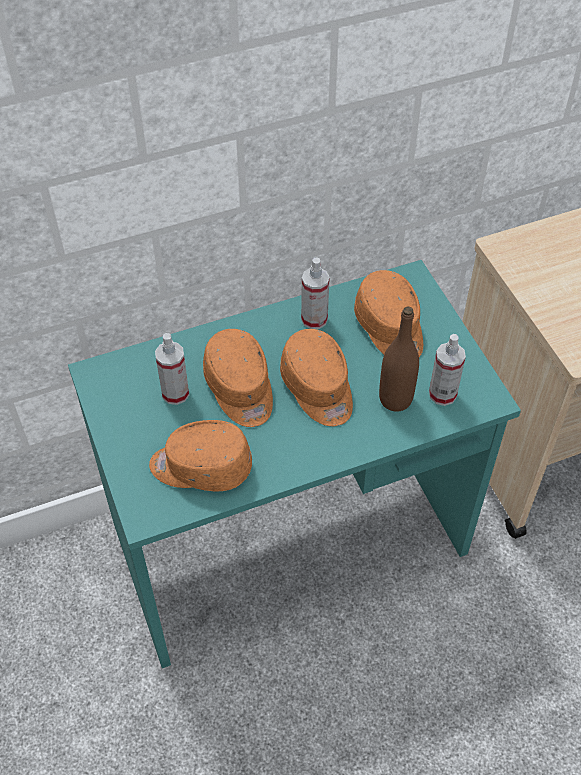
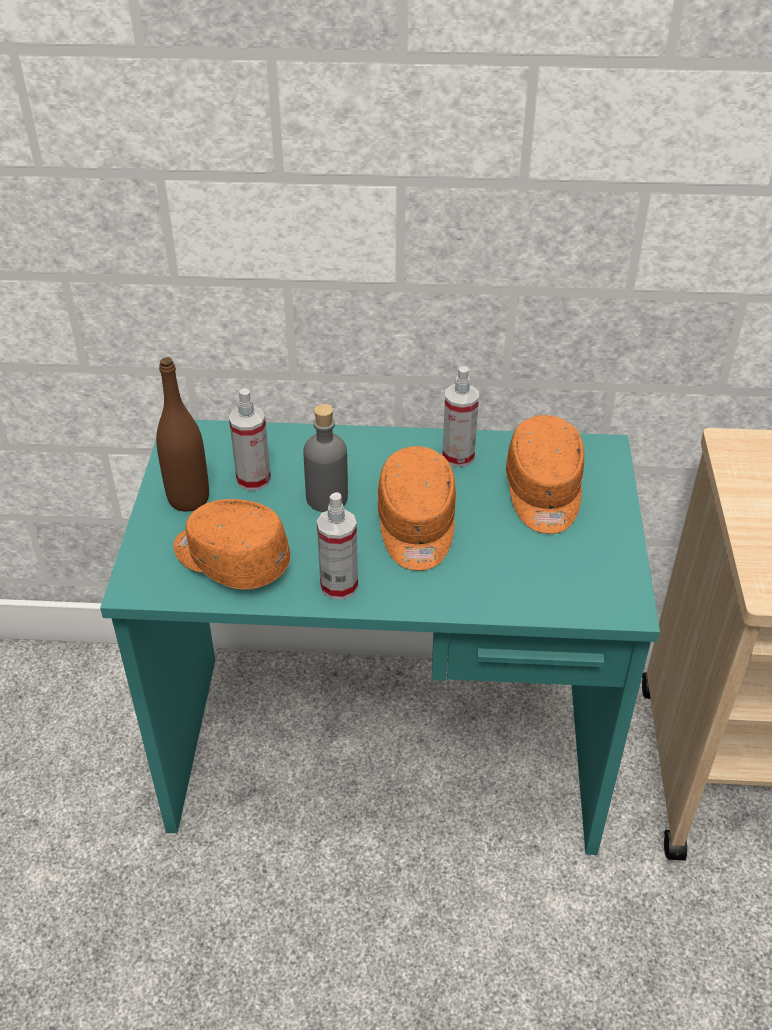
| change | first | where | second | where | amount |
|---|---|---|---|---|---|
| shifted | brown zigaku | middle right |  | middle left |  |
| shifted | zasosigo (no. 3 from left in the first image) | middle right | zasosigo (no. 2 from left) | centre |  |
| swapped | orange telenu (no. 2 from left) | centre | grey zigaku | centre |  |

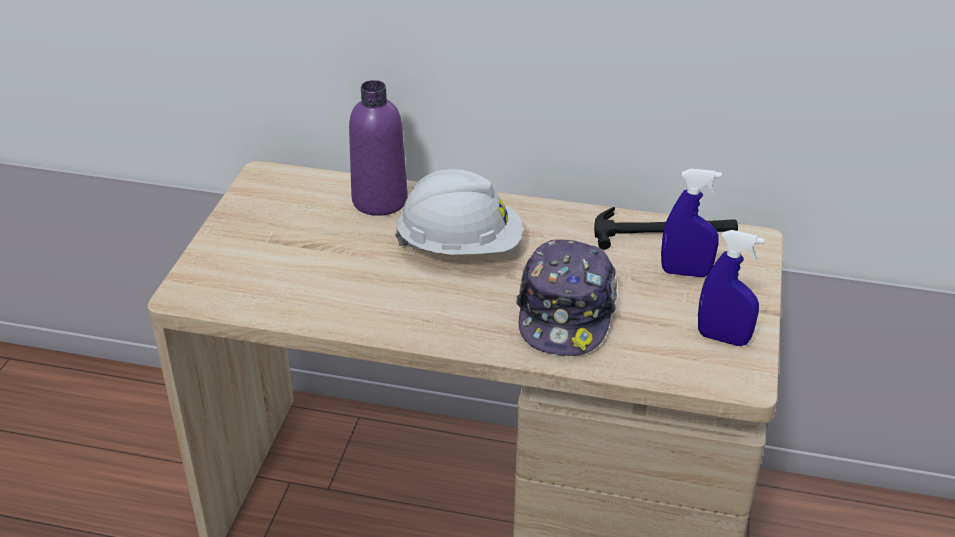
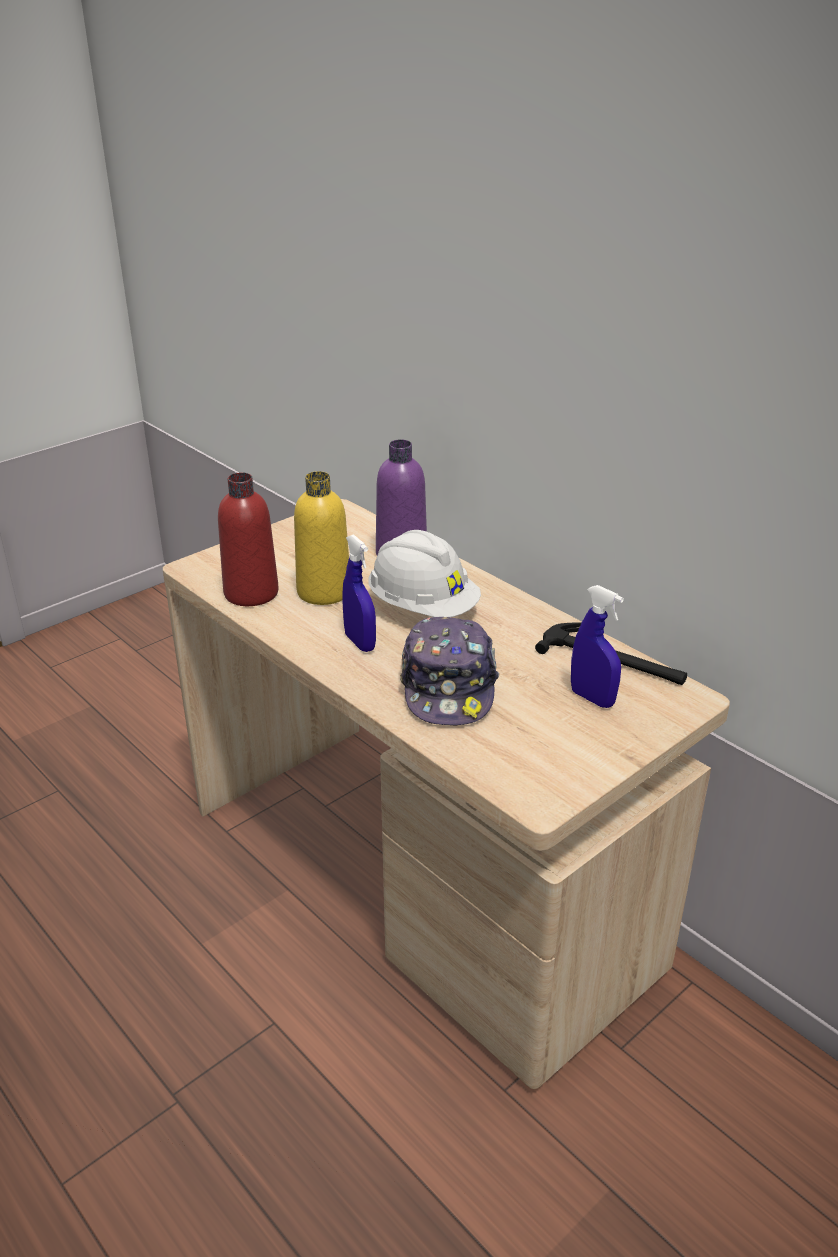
| change | first | where | second | where | amount |
|---|---|---|---|---|---|
| new |  |  | red zigaku | middle left |  |
| new |  |  | yellow zigaku | centre |  |
| shifted | blue zasosigo (no. 2 from left in the first image) | middle right | blue zasosigo (no. 1 from left) | centre |  |
| rotated | telenu | centre |  | centre | 45 degrees counterclockwise |

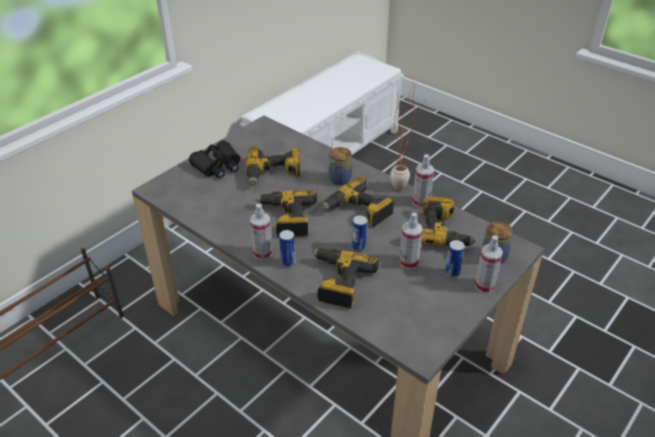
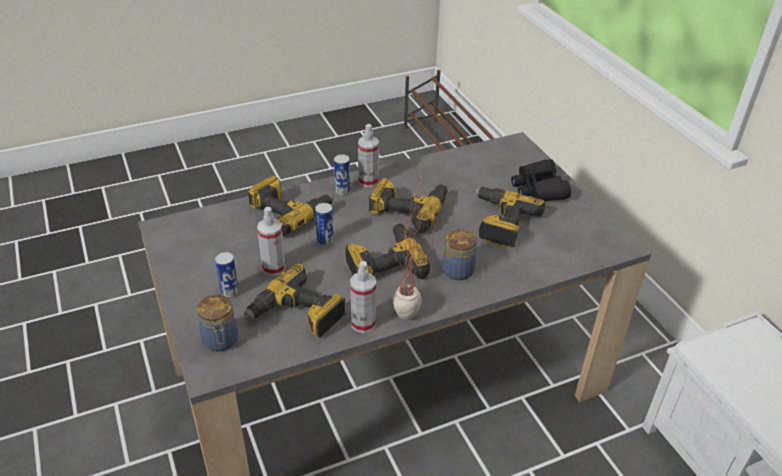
| change | first | where | second | where | amount |
|---|---|---|---|---|---|
| gone | zasosigo (no. 4 from left) | middle right |  |  |  |

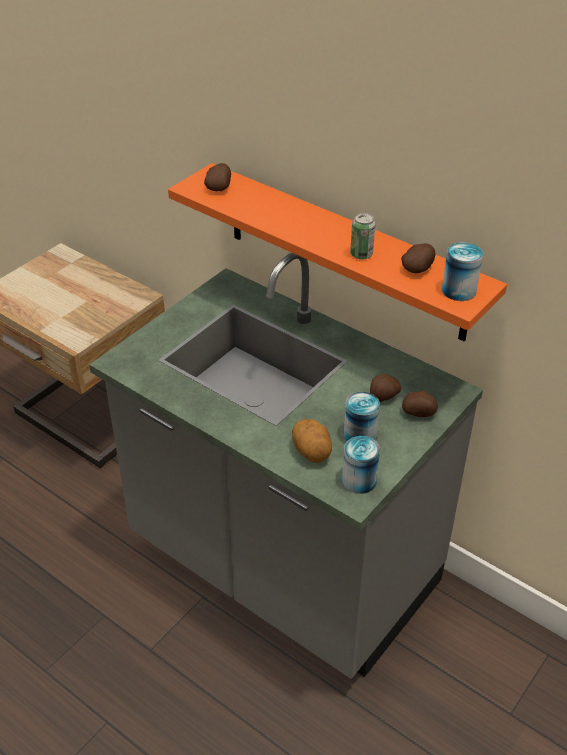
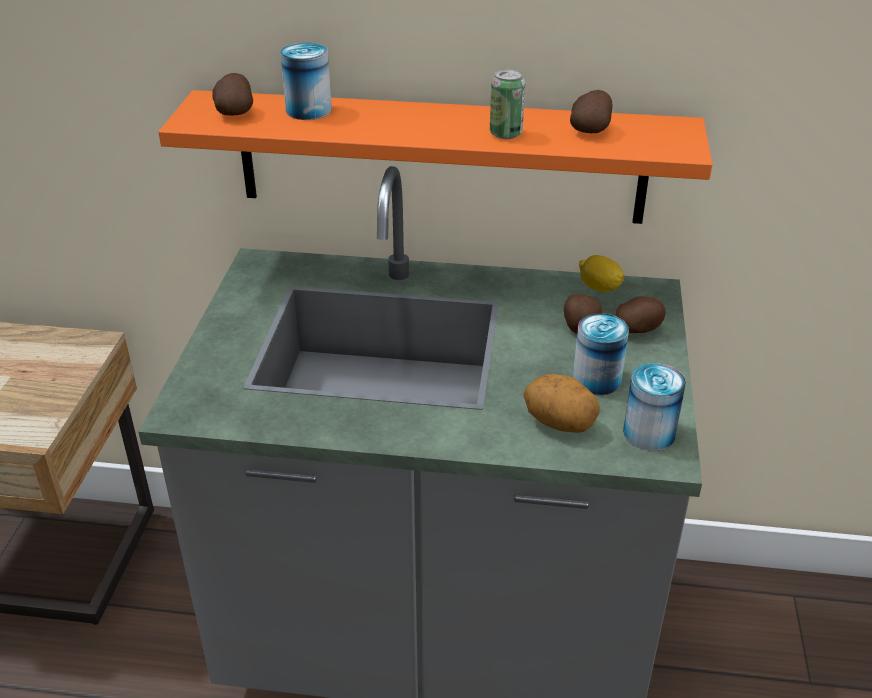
| change | first | where | second | where | amount |
|---|---|---|---|---|---|
| new |  |  | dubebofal | middle right |  |
| shifted | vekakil (no. 4 from left in the first image) | middle right | vekakil (no. 1 from left) | top centre |  |

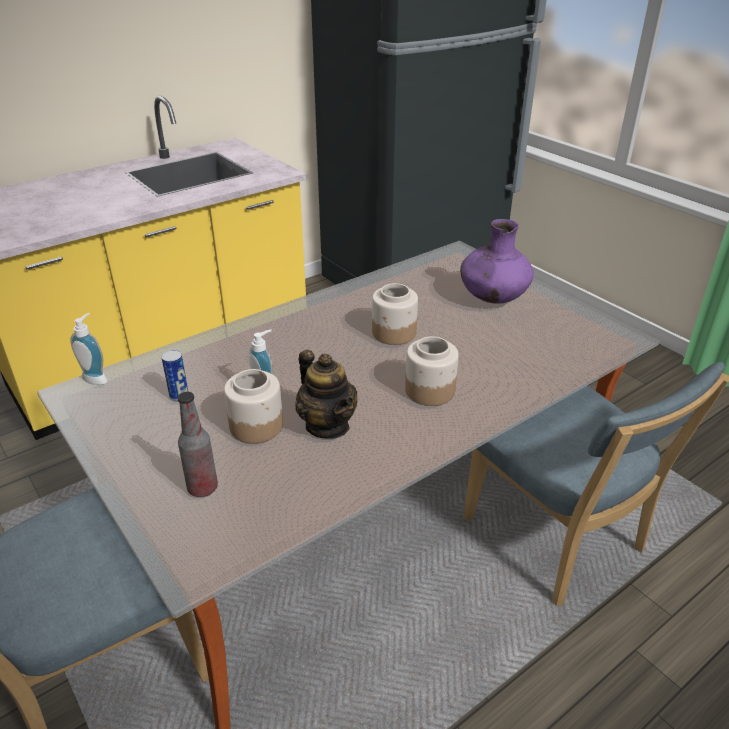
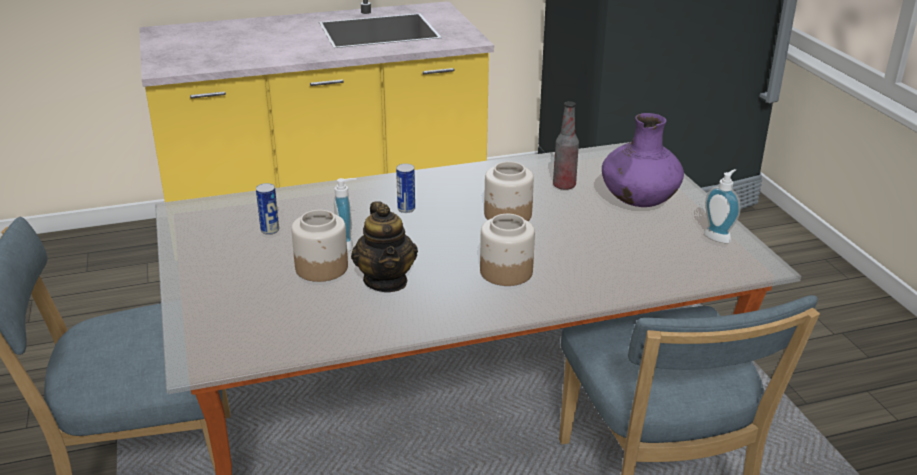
| change | first | where | second | where | amount |
|---|---|---|---|---|---|
| new |  |  | vekakil (no. 2 from left) | centre |  |
| shifted | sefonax (no. 1 from left in the first image) | middle left | sefonax (no. 2 from left) | middle right |  |
| shifted | zigaku | middle left |  | top centre |  |

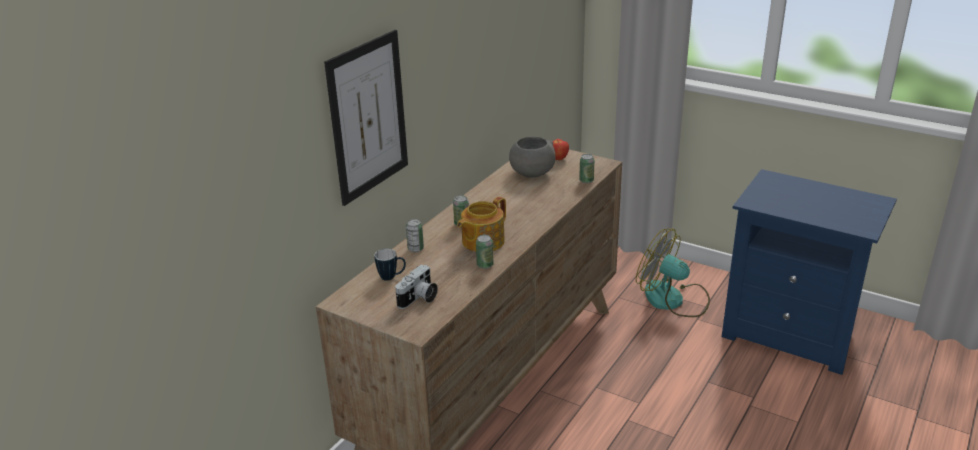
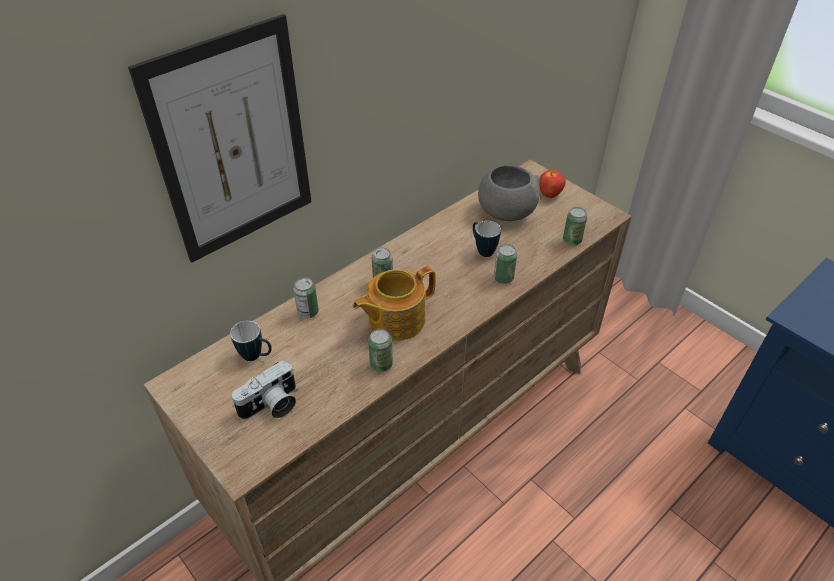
| change | first | where | second | where | amount |
|---|---|---|---|---|---|
| gone | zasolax | middle right |  |  |  |
| new |  |  | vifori (no. 2 from left) | centre |  |
| new |  |  | vekakil (no. 4 from left) | centre |  |

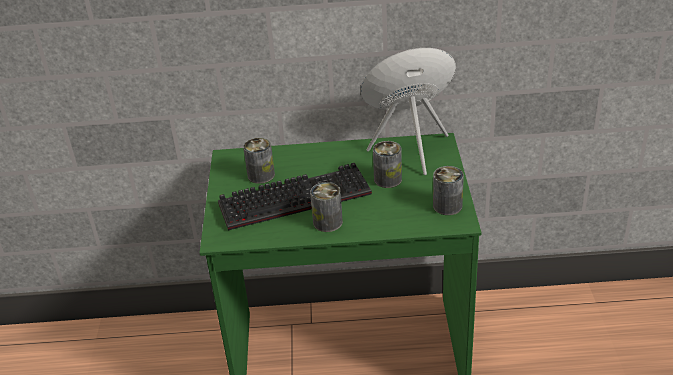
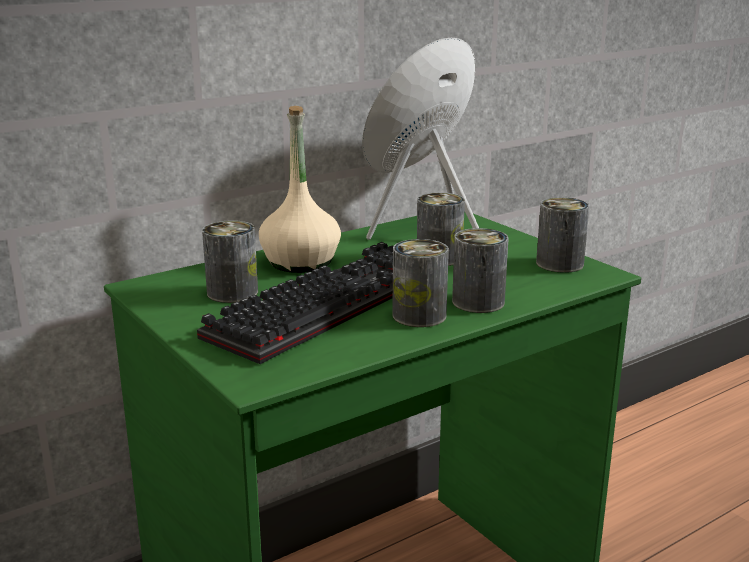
| change | first | where | second | where | amount |
|---|---|---|---|---|---|
| new |  |  | beige zigaku | centre |  |
| new |  |  | vekakil (no. 4 from left) | centre |  |

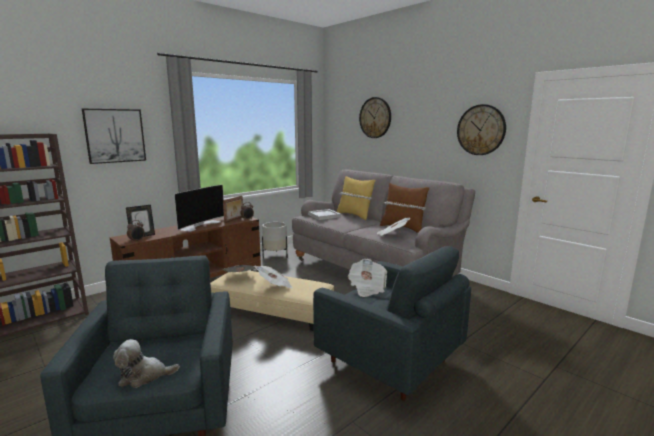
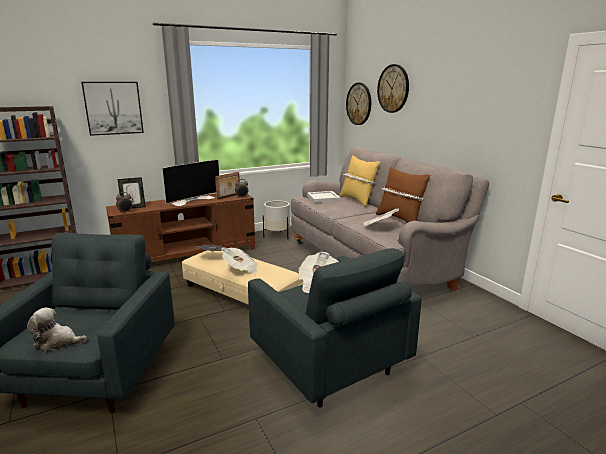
| change | first | where | second | where | amount |
|---|---|---|---|---|---|
| shifted | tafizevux (no. 2 from left in the first image) | top right | tafizevux (no. 1 from left) | top centre |  |

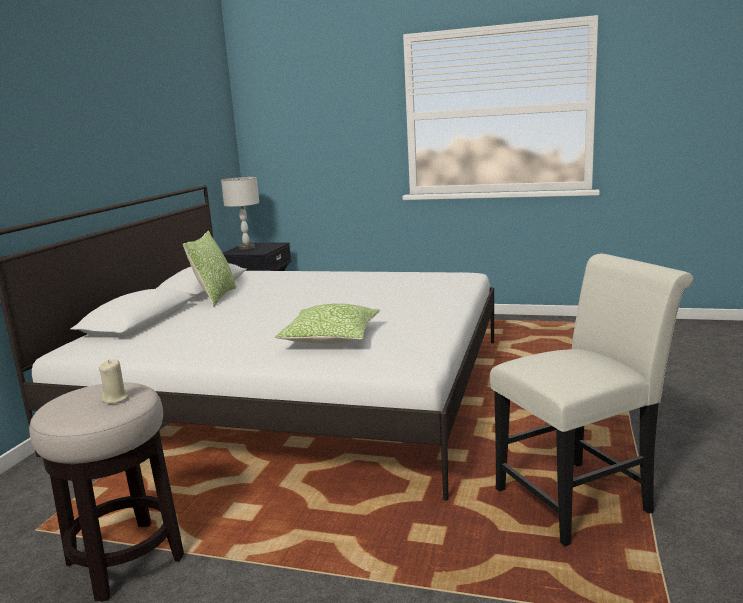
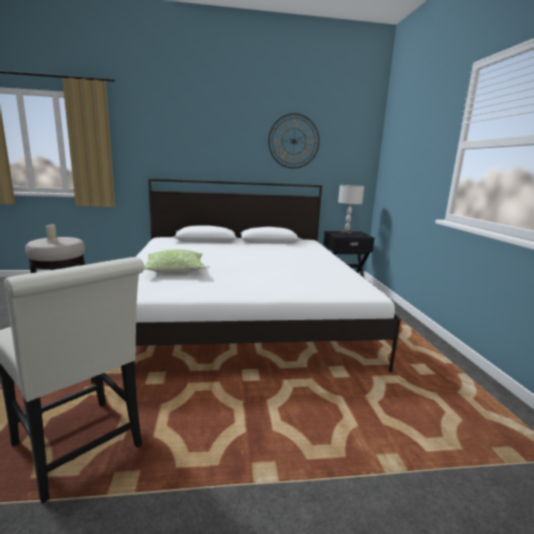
| change | first | where | second | where | amount |
|---|---|---|---|---|---|
| gone | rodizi (no. 1 from left) | middle left |  |  |  |
| new |  |  | tafizevux | top centre |  |

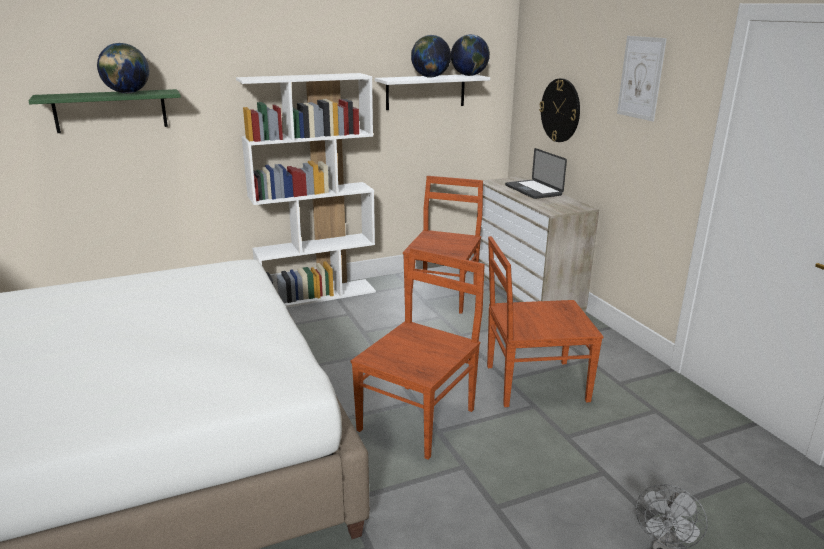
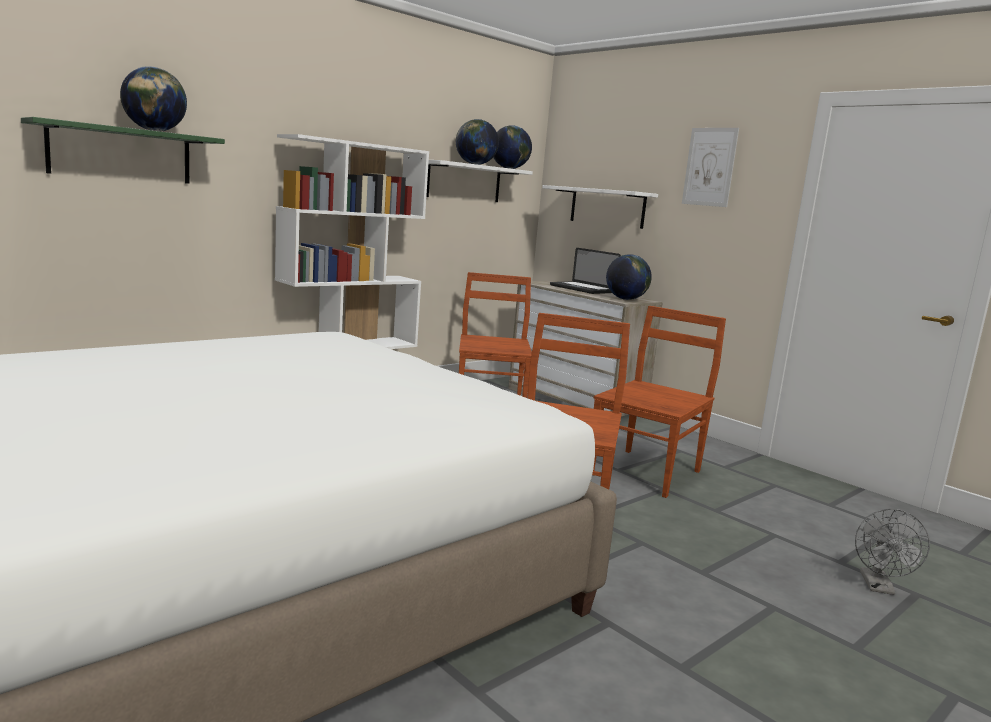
| change | first | where | second | where | amount |
|---|---|---|---|---|---|
| new |  |  | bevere (no. 4 from left) | centre |  |
| swapped | tafizevux | top right | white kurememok (no. 2 from left) | top centre |  |
| rotated | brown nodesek (no. 3 from left) | centre |  | centre | 150 degrees clockwise |

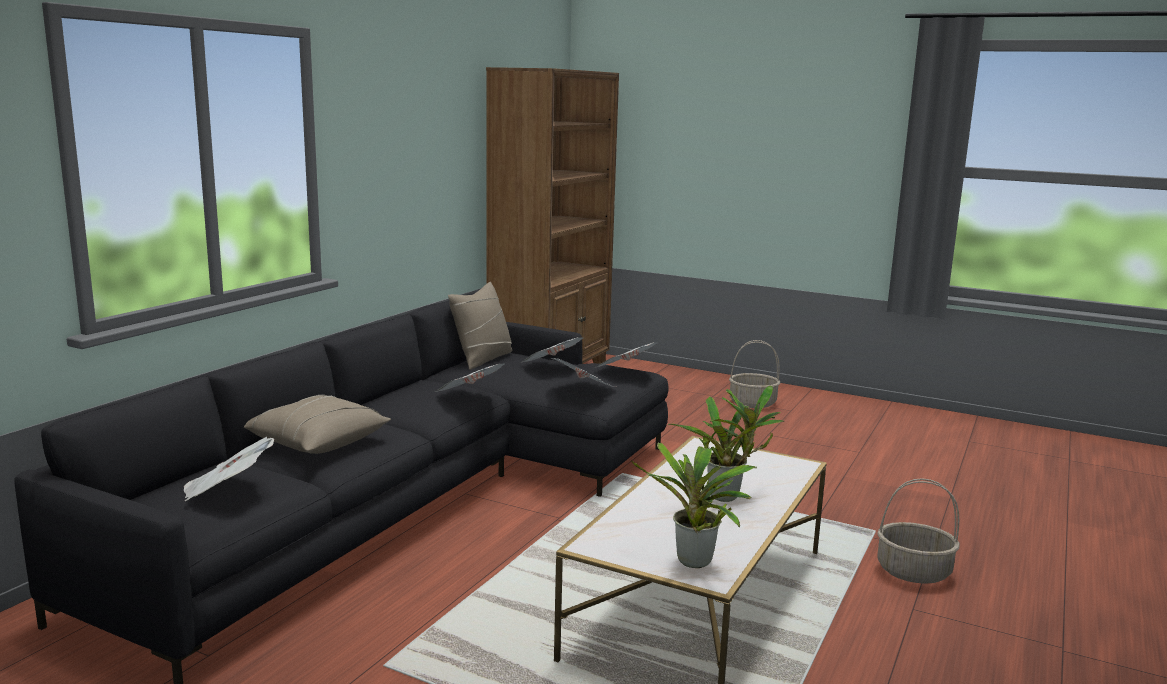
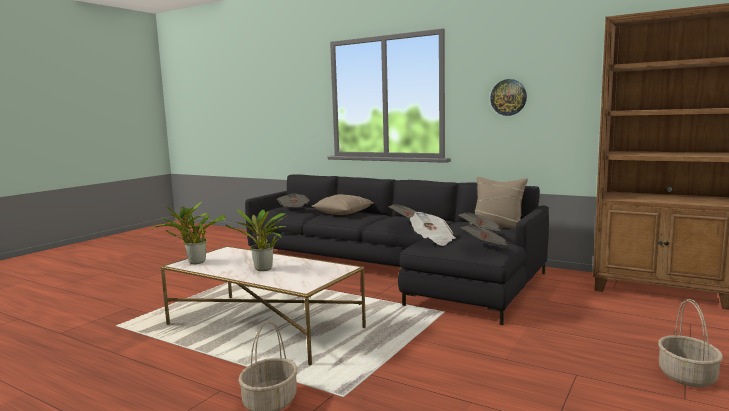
| change | first | where | second | where | amount |
|---|---|---|---|---|---|
| new |  |  | tafizevux | top right |  |

